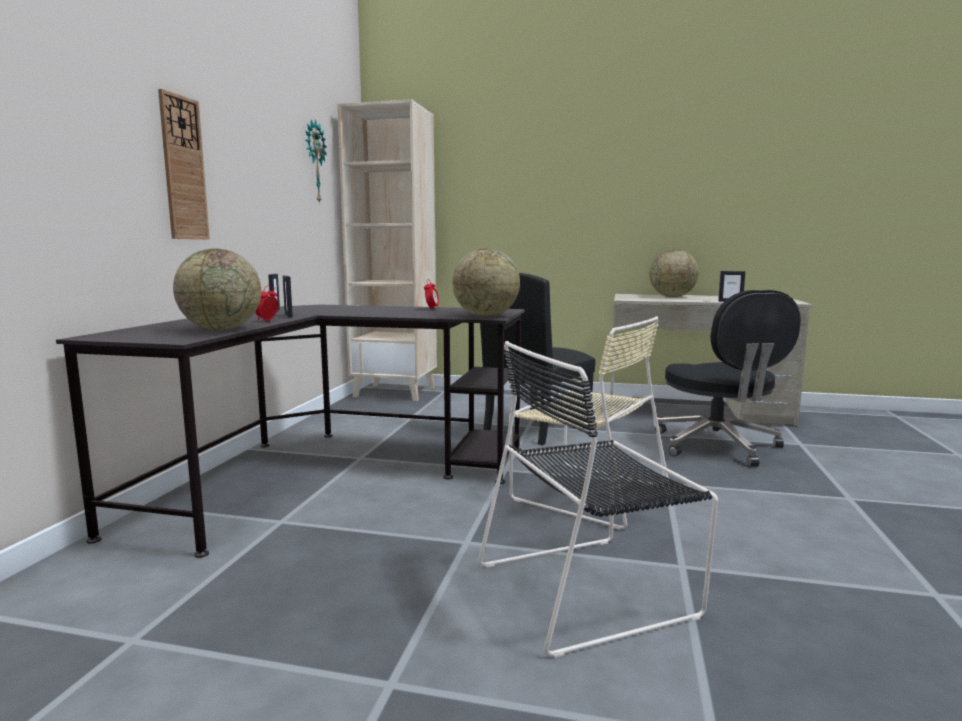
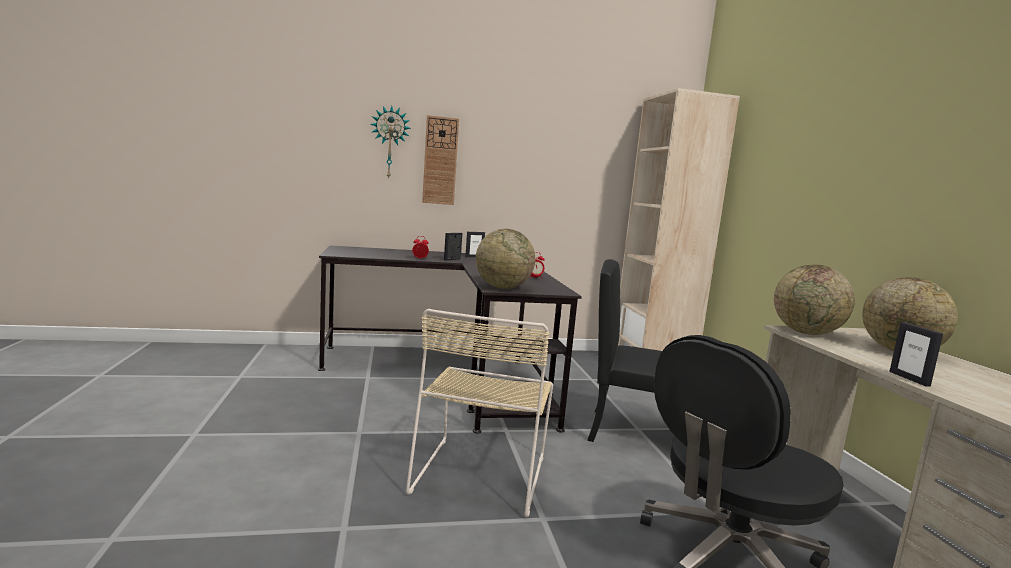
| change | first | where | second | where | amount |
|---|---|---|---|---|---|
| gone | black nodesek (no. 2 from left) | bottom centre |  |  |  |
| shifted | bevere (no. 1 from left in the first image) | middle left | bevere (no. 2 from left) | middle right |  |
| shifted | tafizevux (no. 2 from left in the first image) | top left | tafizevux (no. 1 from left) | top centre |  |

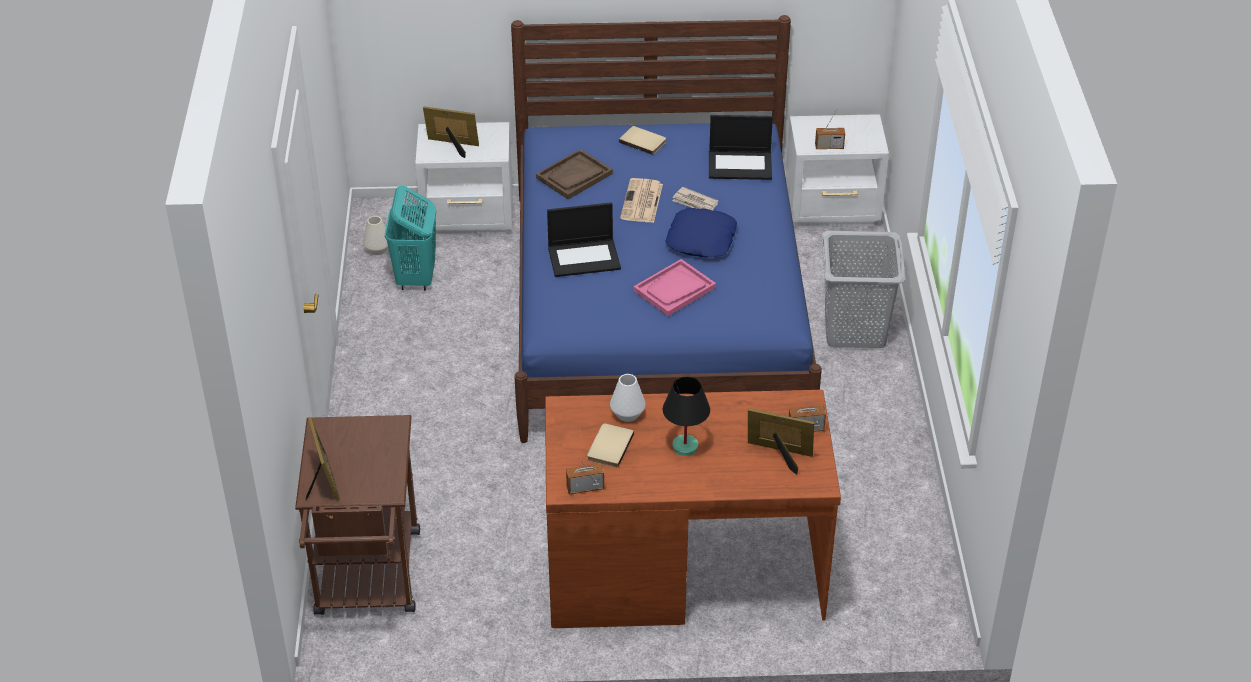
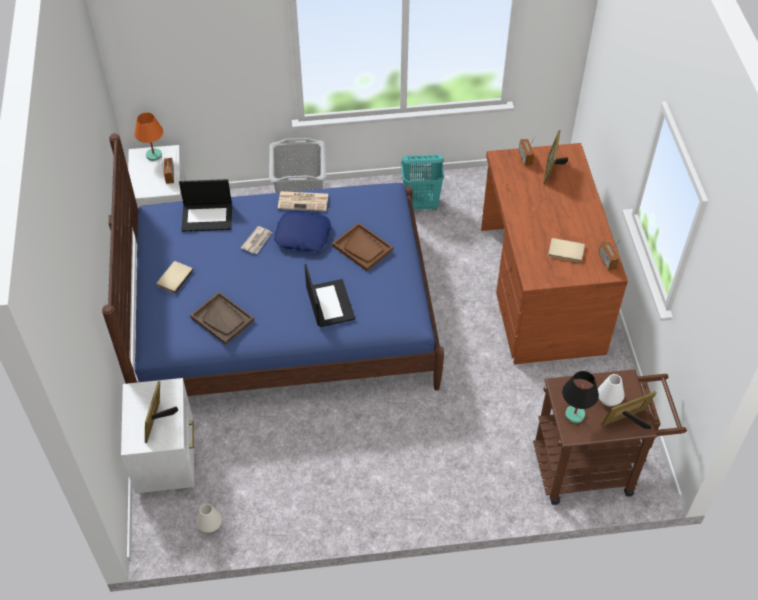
| change | first | where | second | where | amount |
|---|---|---|---|---|---|
| new |  |  | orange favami | top left |  |
| shifted | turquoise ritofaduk | middle left |  | top centre |  |
| shifted | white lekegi (no. 2 from left) | centre |  | middle right |  |
| shifted | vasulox (no. 1 from left in the first image) | top centre | vasulox (no. 2 from left) | centre |  |
| shifted | black favami | centre |  | middle right |  |
| repainted | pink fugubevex | centre | brown fugubevex (no. 2 from left) | centre |  |
| rotated | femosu (no. 2 from left in the first image) | top centre | femosu (no. 1 from left) | middle left | 90 degrees clockwise |

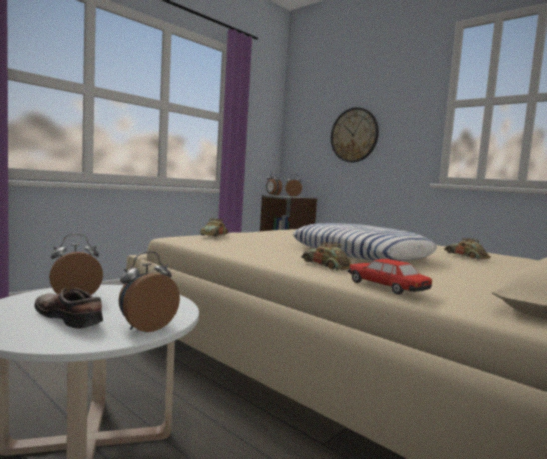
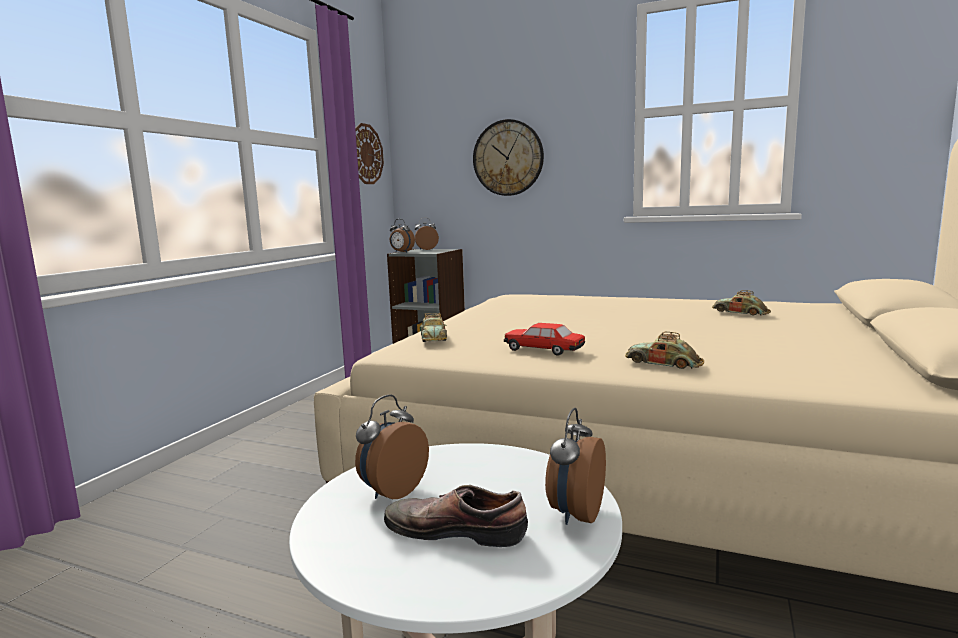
| change | first | where | second | where | amount |
|---|---|---|---|---|---|
| gone | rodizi | middle right |  |  |  |
| new |  |  | tafizevux (no. 1 from left) | top centre |  |
| shifted | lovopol (no. 3 from left in the first image) | middle right | lovopol (no. 2 from left) | centre |  |

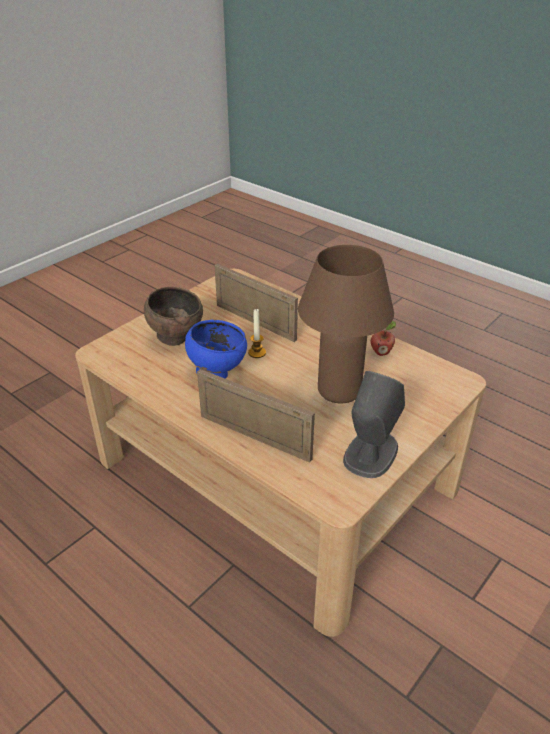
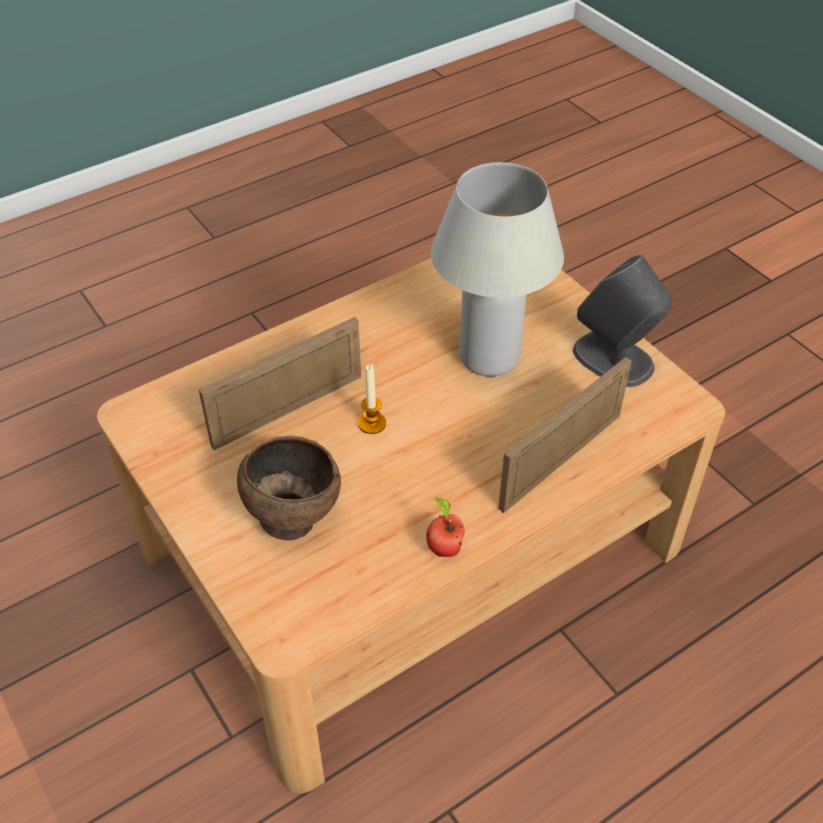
| change | first | where | second | where | amount |
|---|---|---|---|---|---|
| gone | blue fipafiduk | centre |  |  |  |
| shifted | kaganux | middle right |  | centre |  |
| repainted | brown favami | centre | white favami | top centre |  |

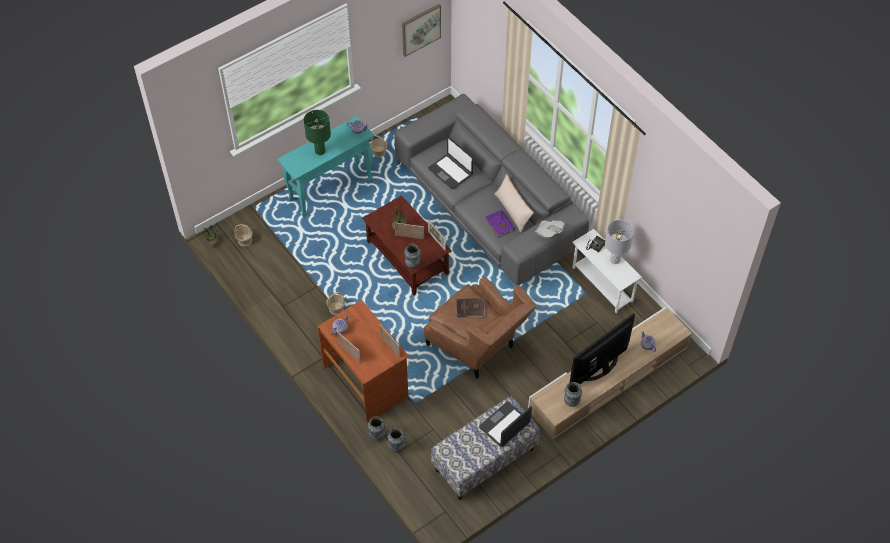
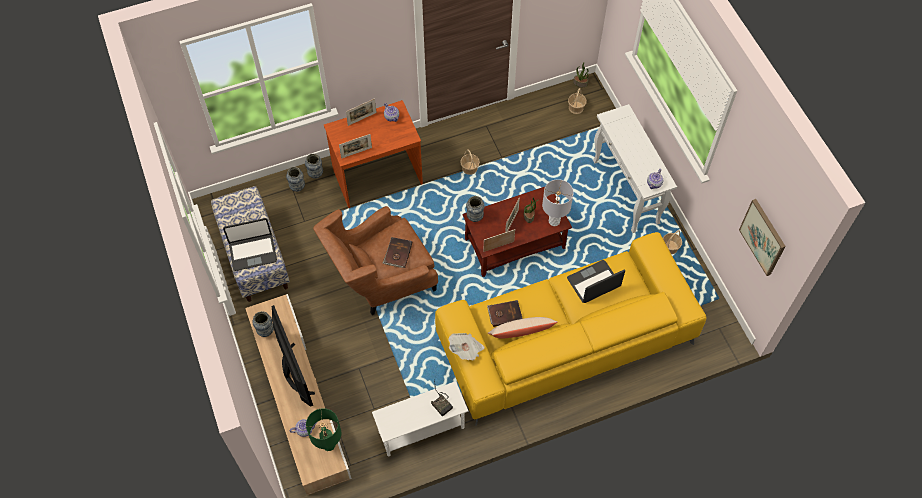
| change | first | where | second | where | amount |
|---|---|---|---|---|---|
| shifted | green favami | top centre |  | bottom centre |  |
| shifted | grey favami | middle right |  | centre |  |
| repainted | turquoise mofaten | top centre | white mofaten | middle right |  |
| repainted | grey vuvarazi | centre | yellow vuvarazi | centre |  |
| repainted | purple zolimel | centre | brown zolimel (no. 2 from left) | centre |  |
| rotated | femosu (no. 2 from left in the first image) | bottom centre | femosu (no. 1 from left) | middle left | 105 degrees clockwise |

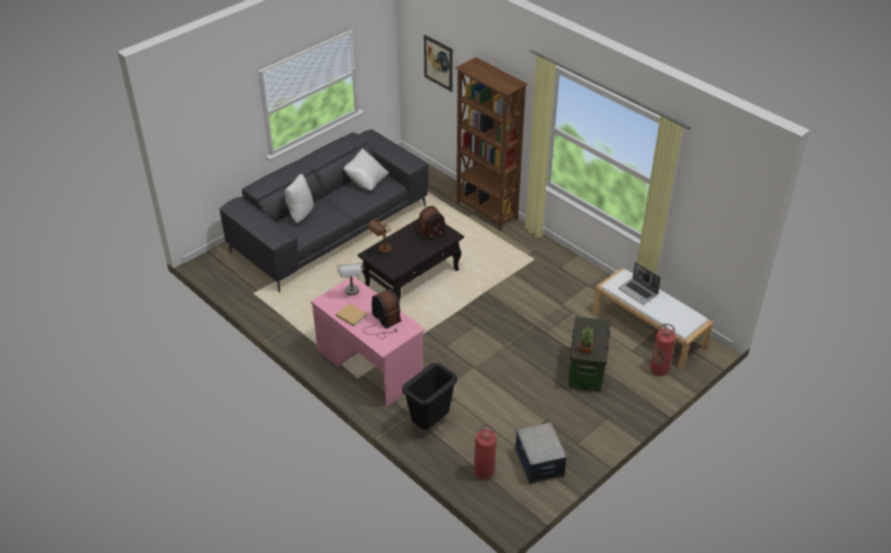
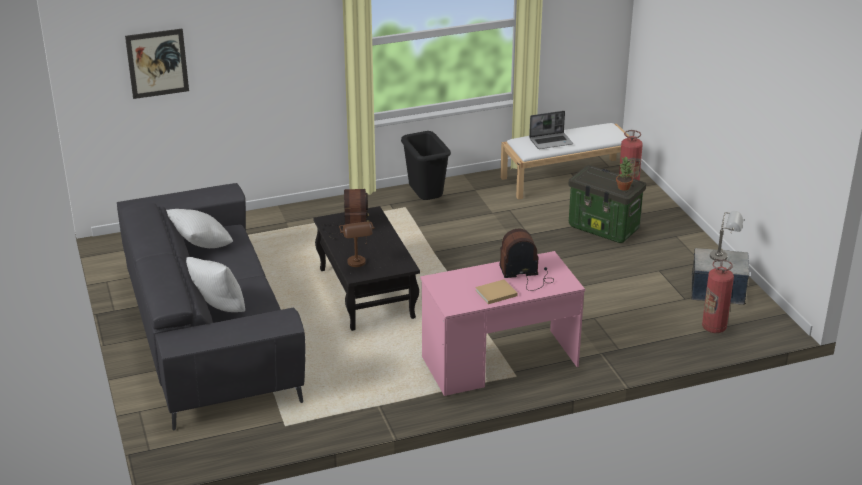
| change | first | where | second | where | amount |
|---|---|---|---|---|---|
| gone | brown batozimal | top centre |  |  |  |
| shifted | grey favami | centre |  | middle right |  |
| shifted | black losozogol | bottom centre |  | centre |  |

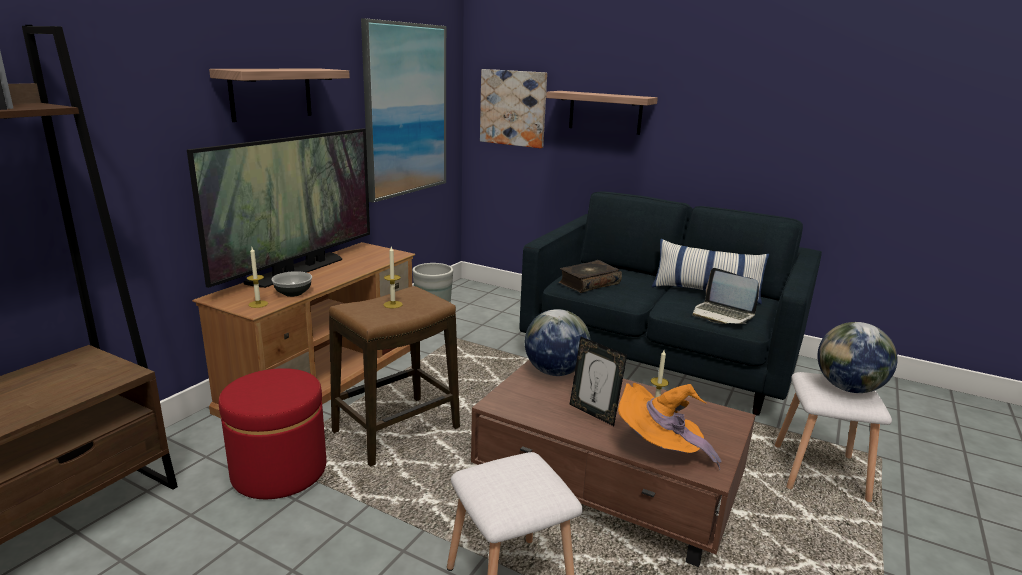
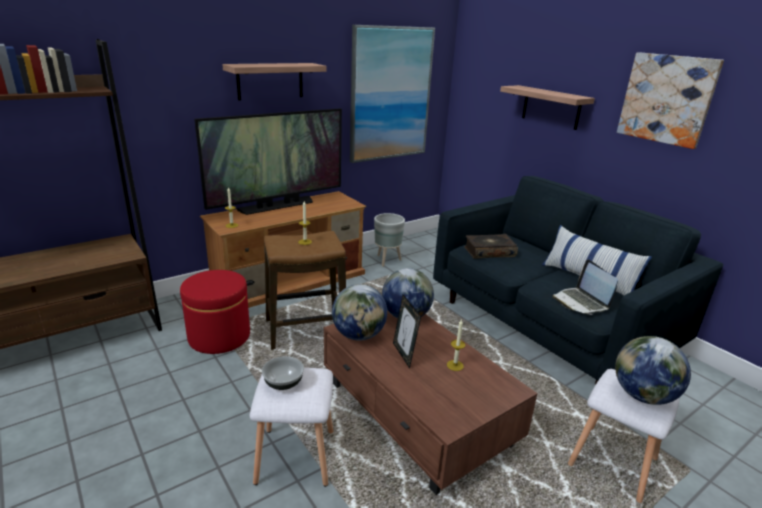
| change | first | where | second | where | amount |
|---|---|---|---|---|---|
| gone | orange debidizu | bottom centre |  |  |  |
| new |  |  | bevere (no. 1 from left) | centre |  |
| shifted | fipafiduk | middle left |  | bottom centre |  |
| shifted | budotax (no. 2 from left) | top centre |  | top right |  |

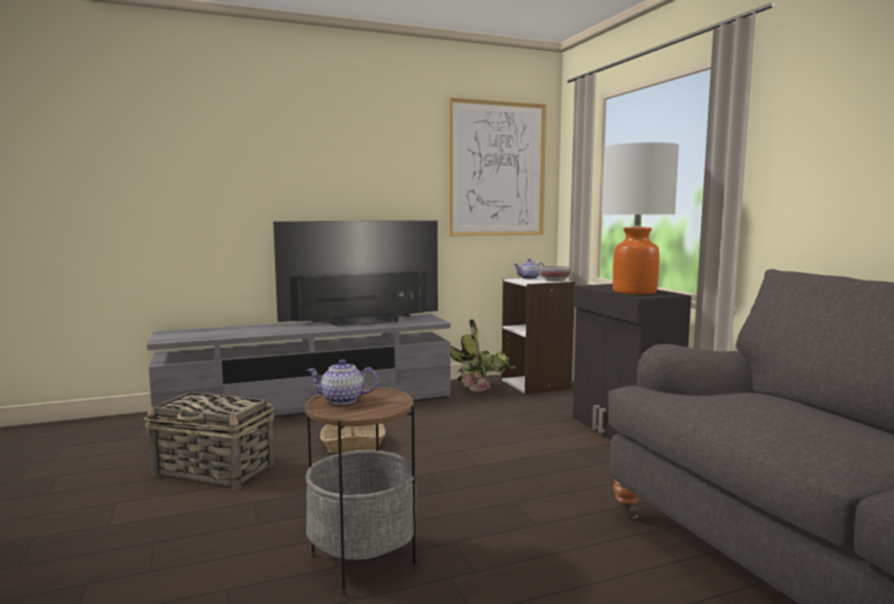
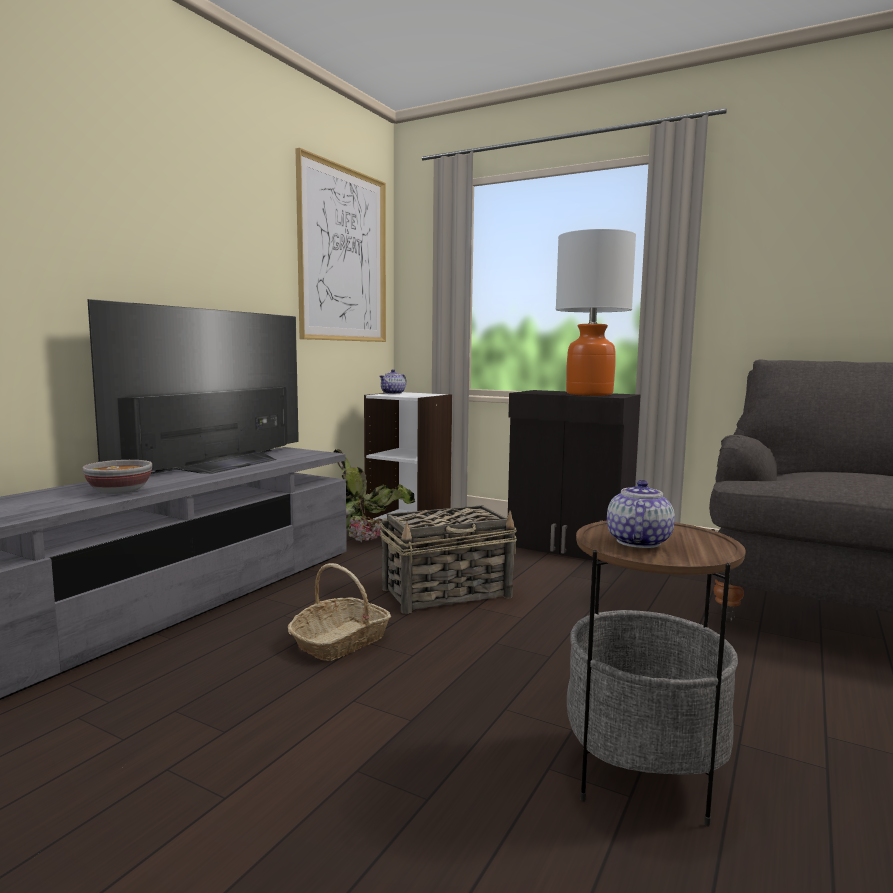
| change | first | where | second | where | amount |
|---|---|---|---|---|---|
| shifted | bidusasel (no. 1 from left in the first image) | bottom left | bidusasel (no. 2 from left) | centre |  |
| shifted | fipafiduk | centre |  | middle left |  |
| rotated | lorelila (no. 1 from left in the first image) | centre | lorelila (no. 2 from left) | middle right | 150 degrees clockwise |

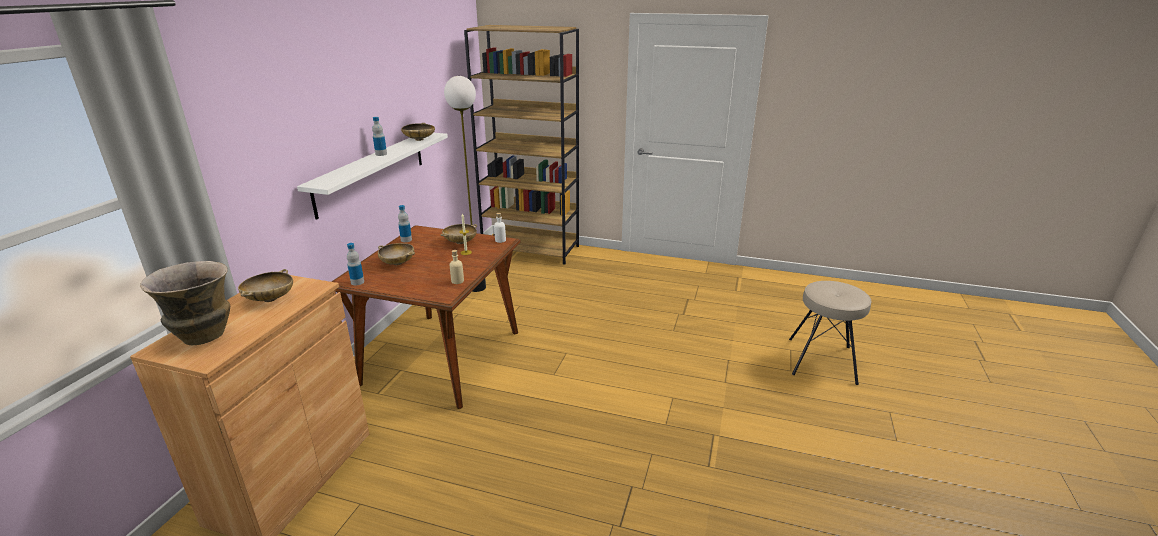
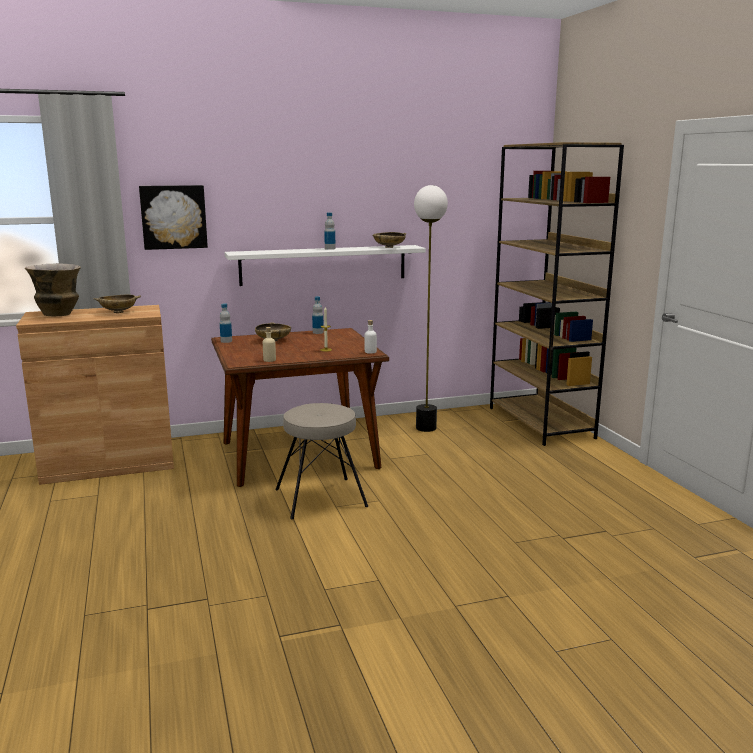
| change | first | where | second | where | amount |
|---|---|---|---|---|---|
| gone | beige fipafiduk (no. 4 from left) | centre |  |  |  |
| new |  |  | budotax | top left |  |
| shifted | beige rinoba | middle right |  | centre |  |

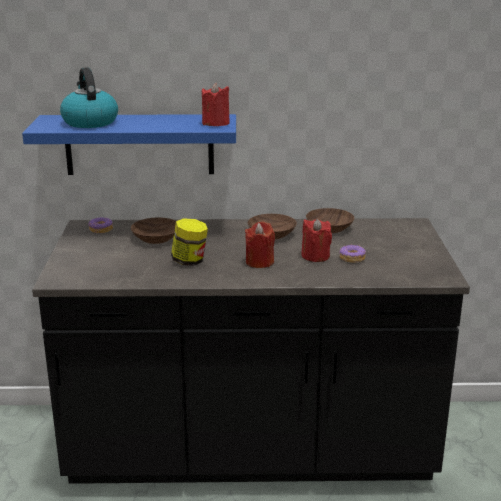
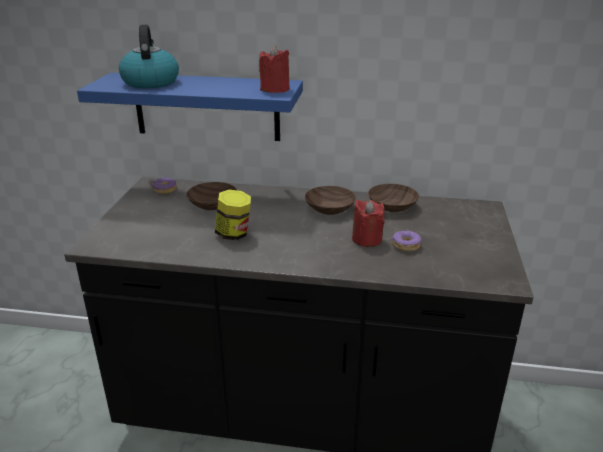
| change | first | where | second | where | amount |
|---|---|---|---|---|---|
| gone | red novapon (no. 2 from left) | centre |  |  |  |

